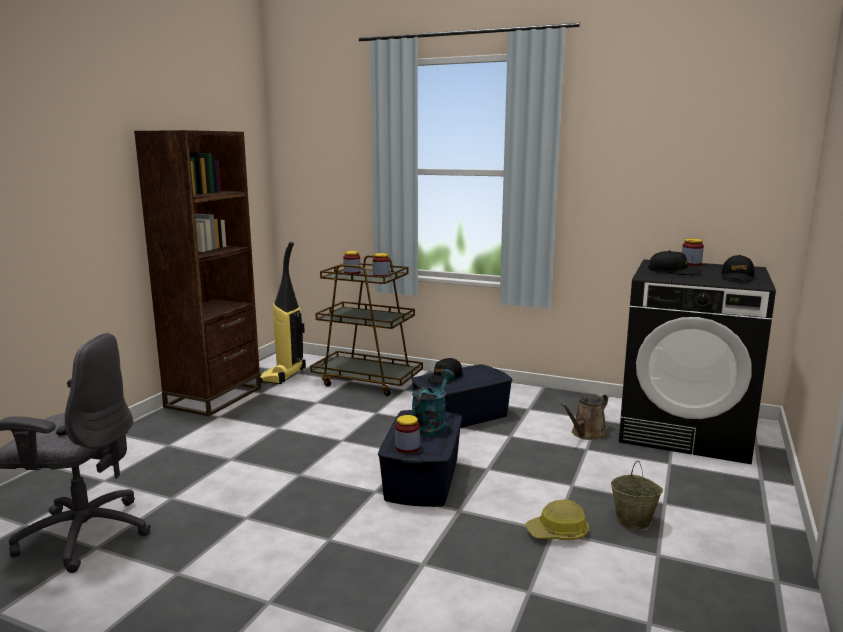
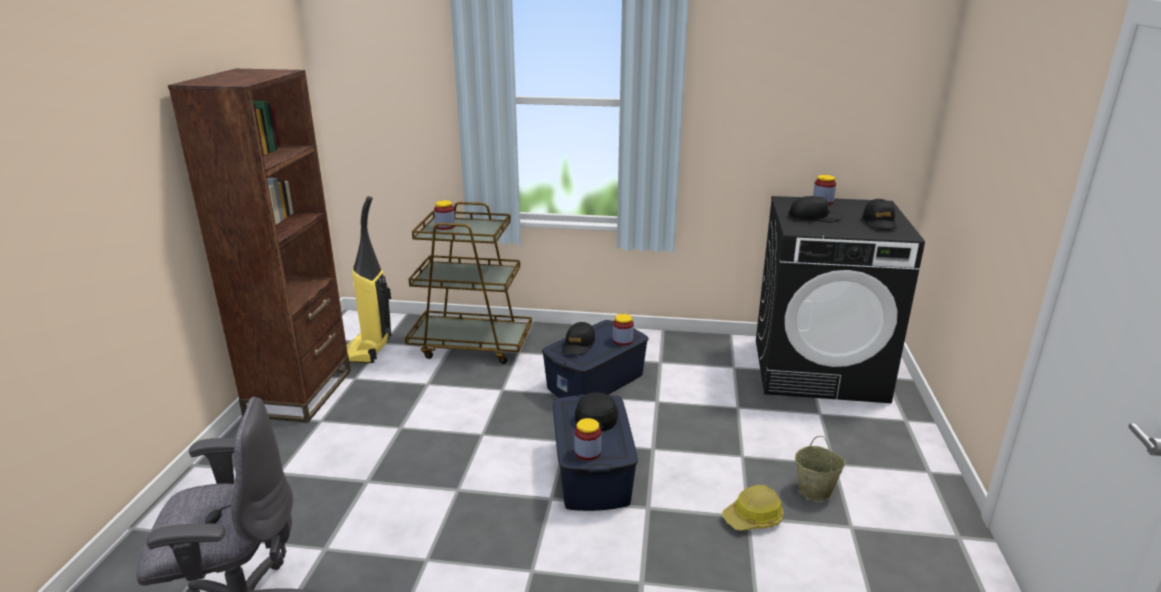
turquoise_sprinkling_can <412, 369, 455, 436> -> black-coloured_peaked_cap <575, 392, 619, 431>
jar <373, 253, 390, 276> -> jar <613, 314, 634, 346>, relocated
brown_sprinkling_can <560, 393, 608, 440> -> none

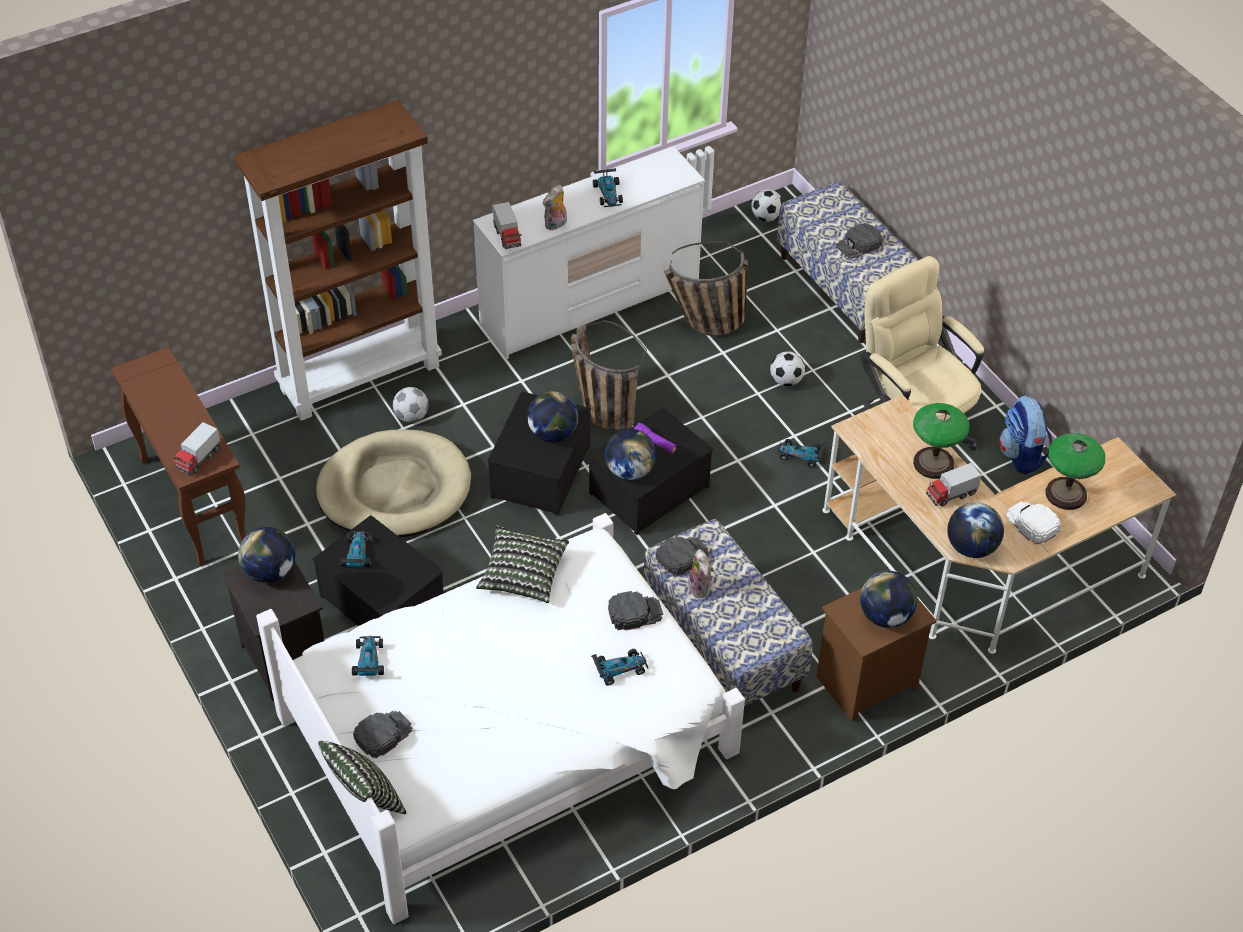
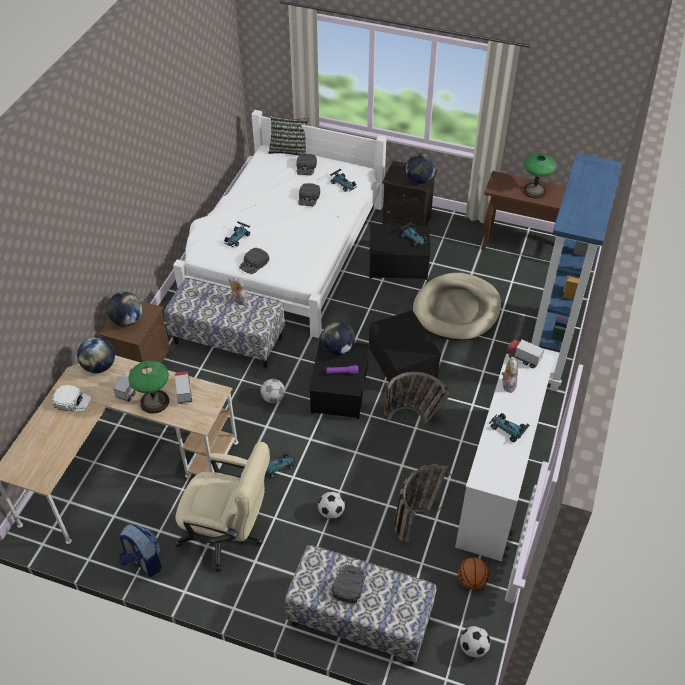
model_truck <174, 422, 220, 476> -> model_truck <174, 371, 192, 404>, relocated
football_ball <393, 387, 429, 423> -> football_ball <261, 379, 285, 403>, relocated
black-coloured_peaked_cap <656, 536, 709, 577> -> black-coloured_peaked_cap <298, 183, 320, 207>, relocated
none -> ball_for_basketball <458, 557, 489, 590>
table_lamp <1045, 433, 1105, 510> -> table_lamp <523, 154, 556, 199>, relocated
brown_bookshelf <234, 100, 442, 421> -> blue-coloured_bookshelf <531, 153, 622, 392>
throw_pillow <476, 525, 569, 603> -> none
desk_globe <527, 391, 578, 442> -> none

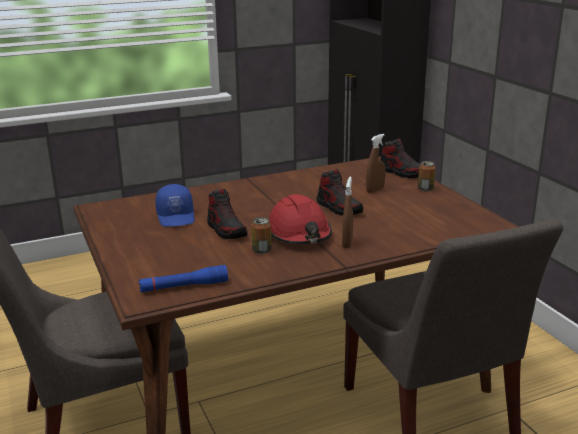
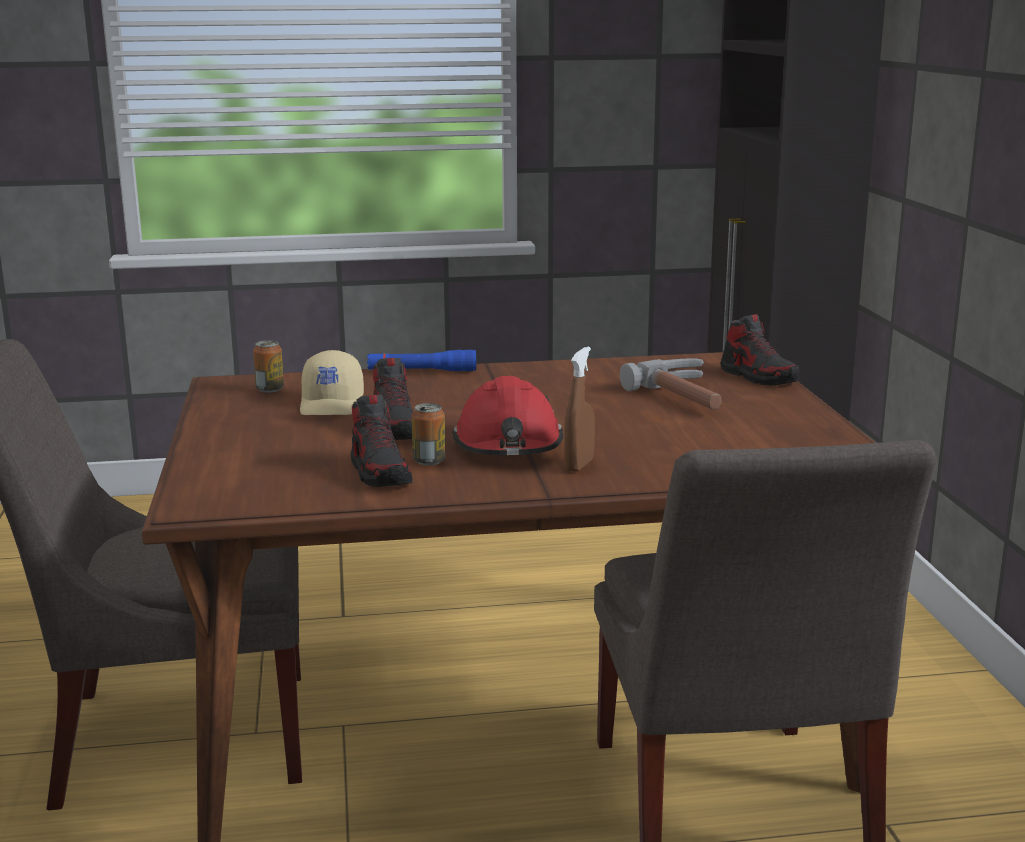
can <418, 161, 436, 191> -> can <253, 340, 284, 393>, relocated
blue-coloured_peaked_cap <155, 184, 195, 227> -> beige_peaked_cap <300, 350, 364, 415>
low_shoe <316, 169, 363, 216> -> low_shoe <351, 395, 412, 487>, relocated
blue-coloured_hand_torch <139, 265, 228, 292> -> blue-coloured_hand_torch <367, 350, 476, 371>, relocated
brown_sprayer <366, 134, 386, 193> -> hammer <620, 358, 722, 410>

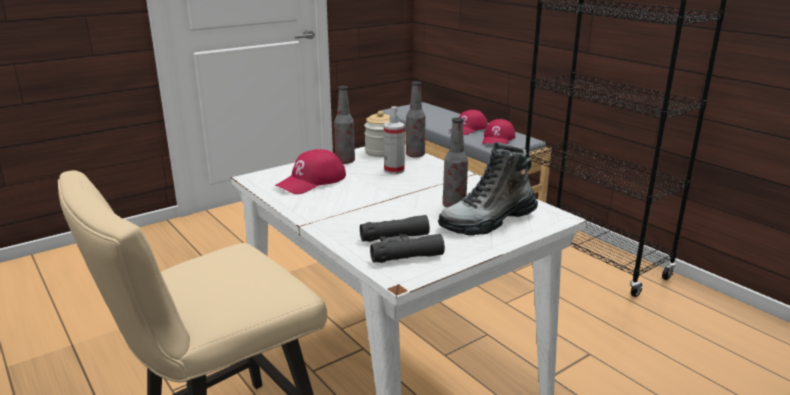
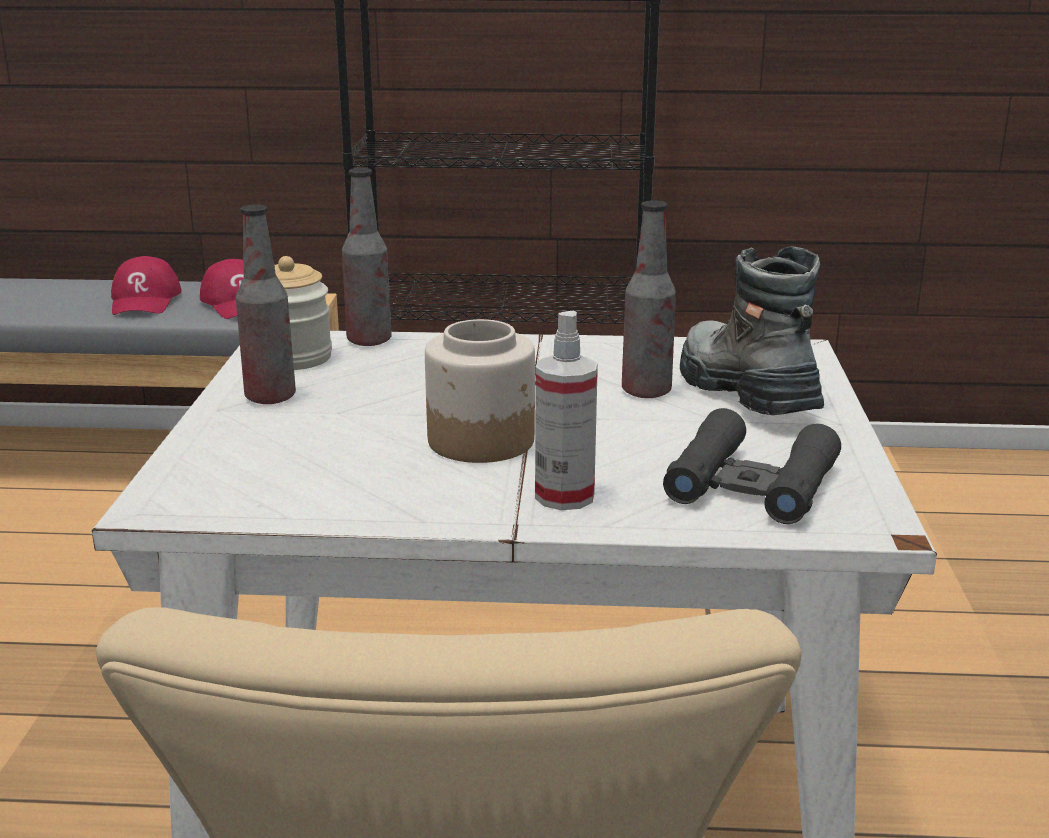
none -> jar <425, 319, 535, 463>
sprayer <384, 106, 405, 174> -> sprayer <535, 311, 598, 510>, relocated
tall_boot <438, 142, 538, 236> -> tall_boot <680, 246, 824, 415>, 150 degrees clockwise
red_peaked_cap <275, 149, 346, 194> -> none

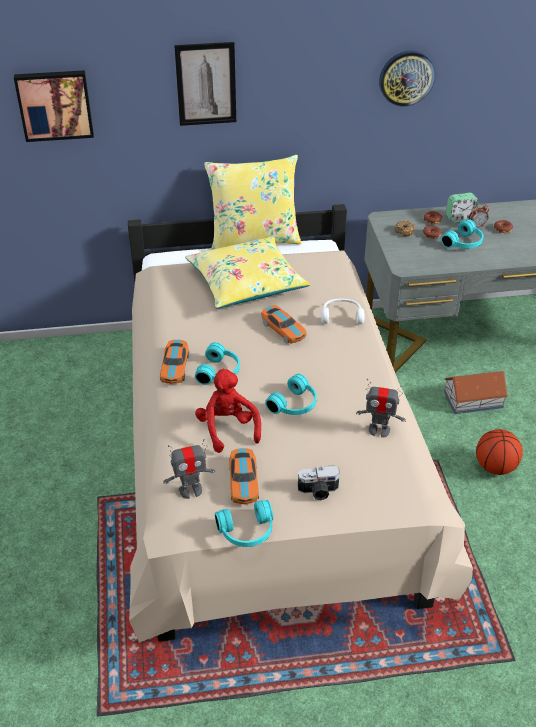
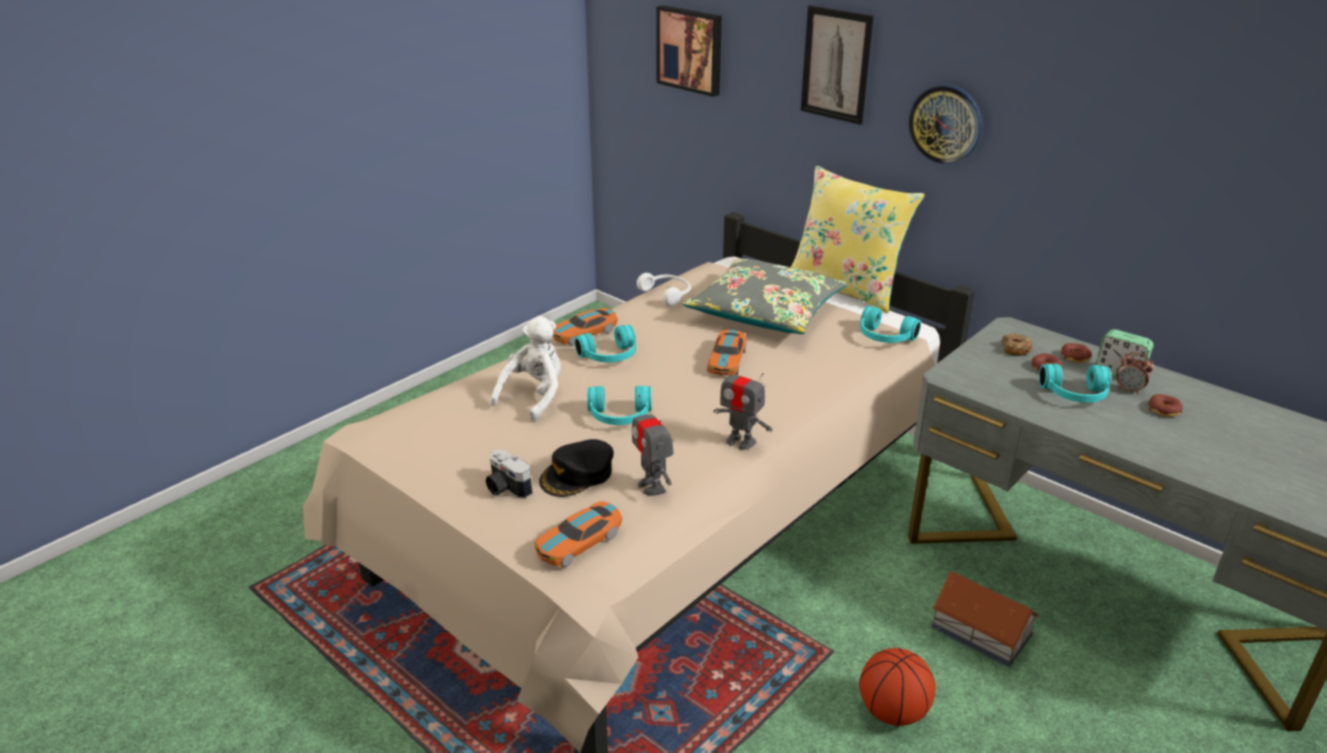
red_soft_toy <195, 369, 261, 453> -> white_soft_toy <490, 316, 561, 422>
miniature_car <229, 448, 259, 505> -> miniature_car <534, 501, 623, 567>, relocated
none -> black-coloured_peaked_cap <539, 439, 613, 497>
white_pair_of_headphones <321, 298, 365, 324> -> white_pair_of_headphones <637, 273, 691, 306>, relocated
yellow_throw_pillow <185, 236, 310, 309> -> greyish_throw_pillow <682, 259, 848, 334>
robot_figure <163, 439, 215, 499> -> robot_figure <713, 359, 773, 450>, relocated
turquoise_pair_of_headphones <215, 500, 273, 547> -> turquoise_pair_of_headphones <860, 306, 921, 343>, relocated
hanging_clock <379, 51, 435, 107> -> hanging_clock <909, 85, 982, 164>, relocated

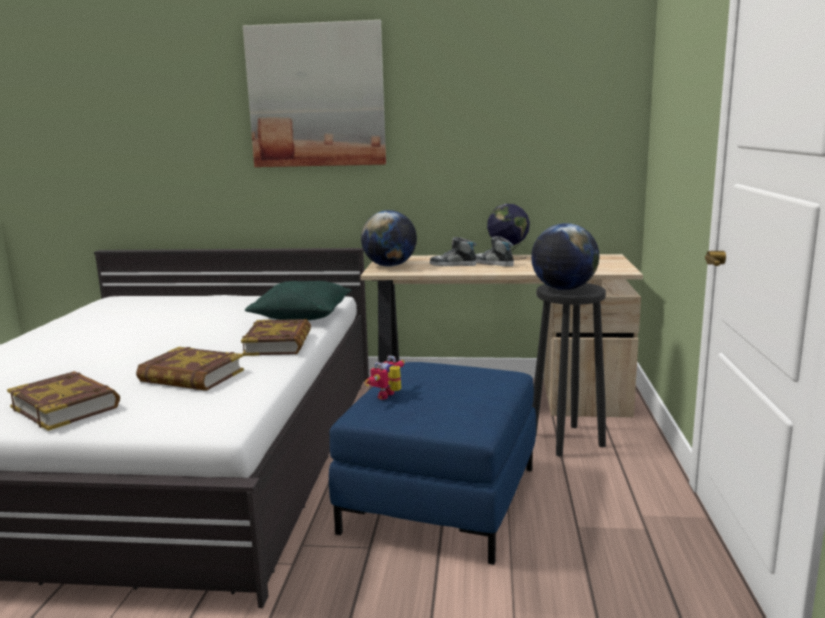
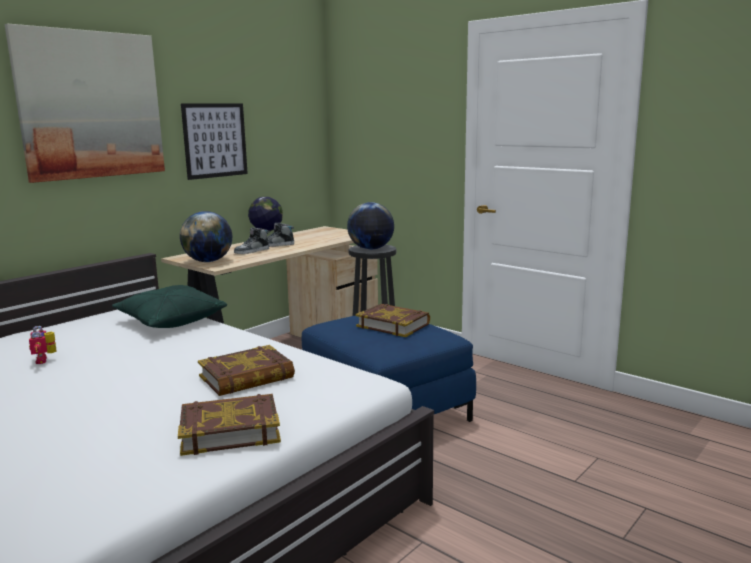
robot_figure <365, 355, 404, 400> -> robot_figure <29, 326, 56, 364>, relocated
none -> wall_art <181, 103, 248, 180>
volume <241, 319, 311, 356> -> volume <355, 304, 430, 337>, relocated

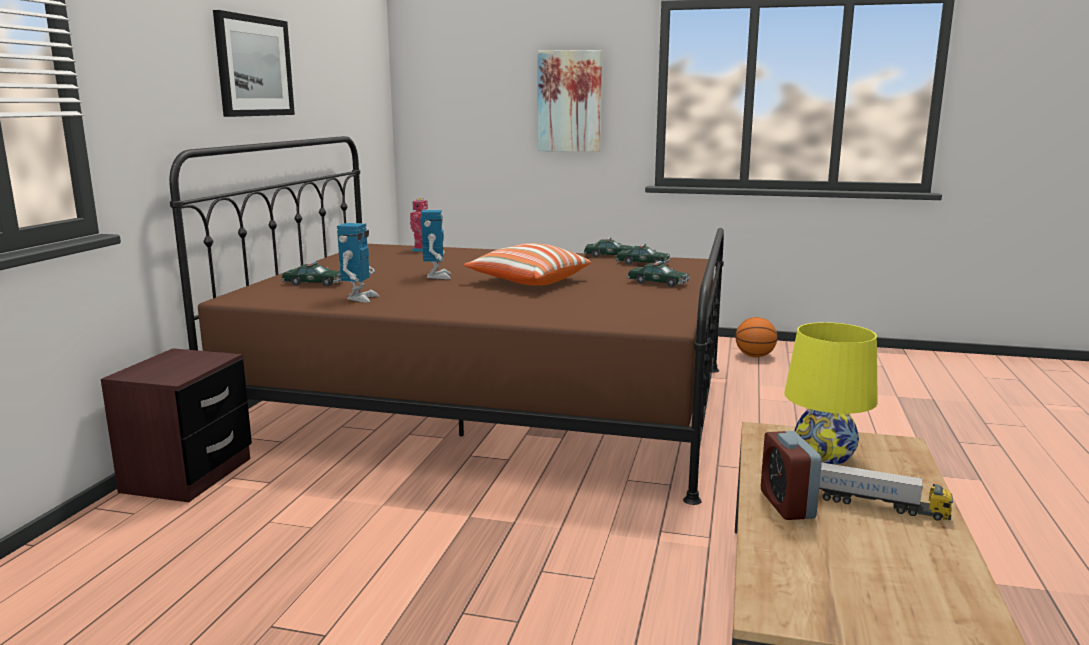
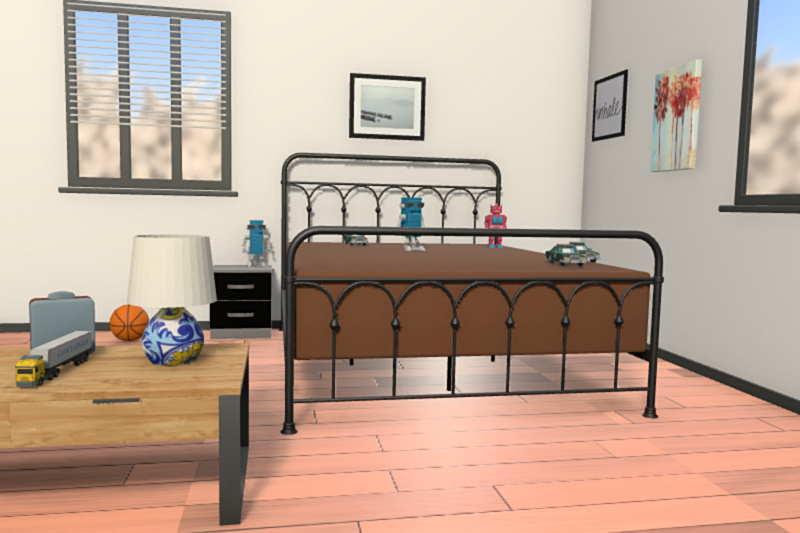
ball_for_basketball <736, 317, 777, 357> -> ball_for_basketball <109, 304, 149, 341>, relocated
yellow_table_lamp <784, 322, 878, 465> -> white_table_lamp <127, 234, 217, 365>
brown_bedside_table <101, 348, 252, 502> -> greyish_bedside_table <210, 265, 272, 339>
robot_figure <337, 223, 379, 302> -> robot_figure <242, 220, 271, 267>, relocated
none -> wall_art <592, 70, 628, 142>
throw_pillow <464, 243, 591, 286> -> none
miniature_car <627, 261, 689, 287> -> none

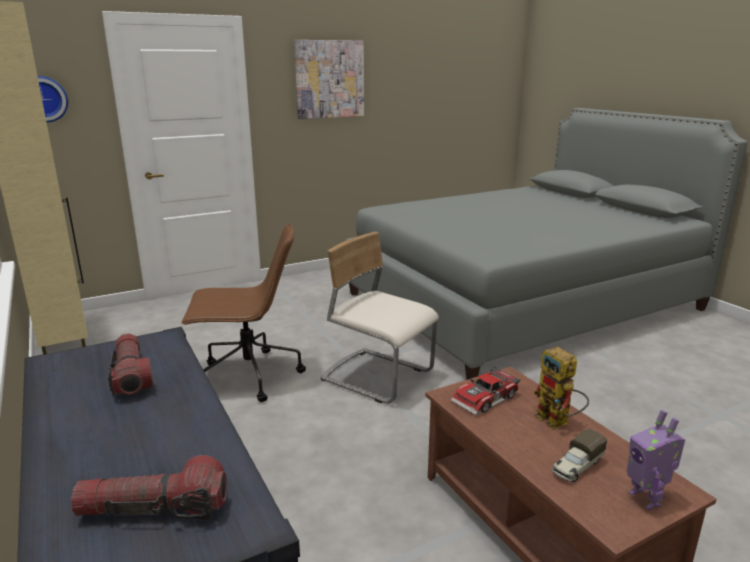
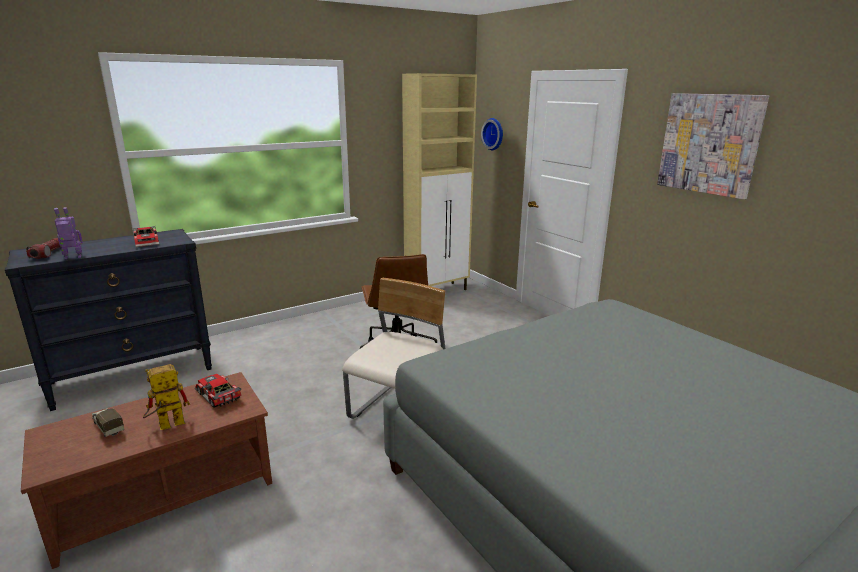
robot_figure <627, 410, 685, 510> -> robot_figure <54, 207, 83, 259>, relocated
hand_torch <107, 333, 153, 396> -> miniature_car <133, 226, 159, 247>

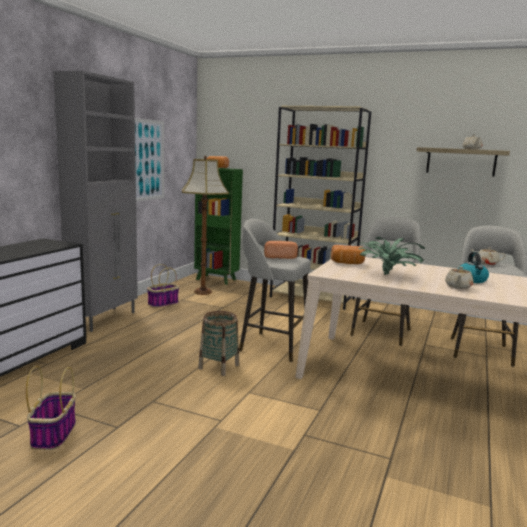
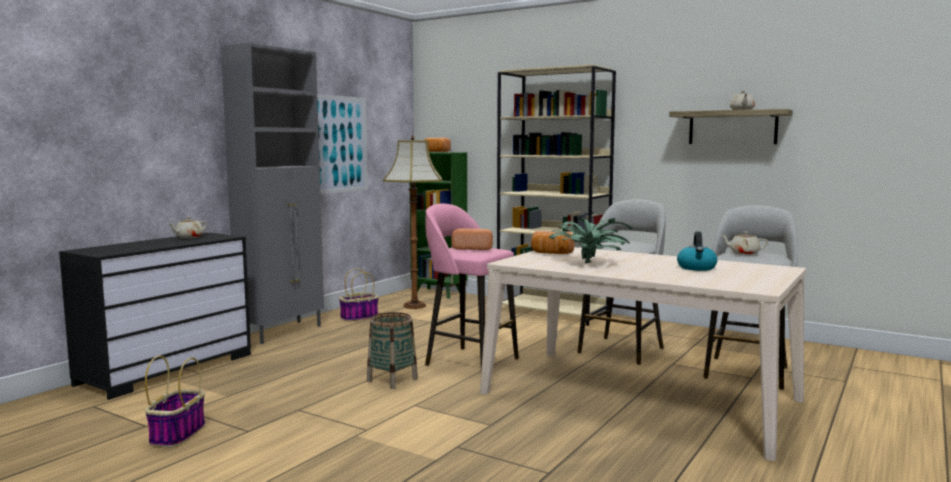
beige_teapot <445, 266, 474, 289> -> beige_teapot <168, 217, 207, 238>, relocated
greyish_stool_seat <239, 219, 311, 362> -> pinkish_stool_seat <425, 204, 519, 369>

